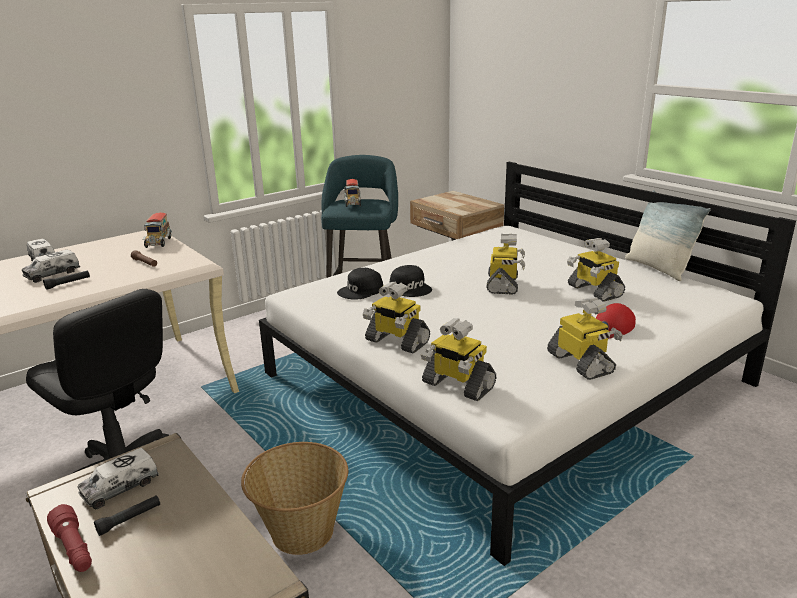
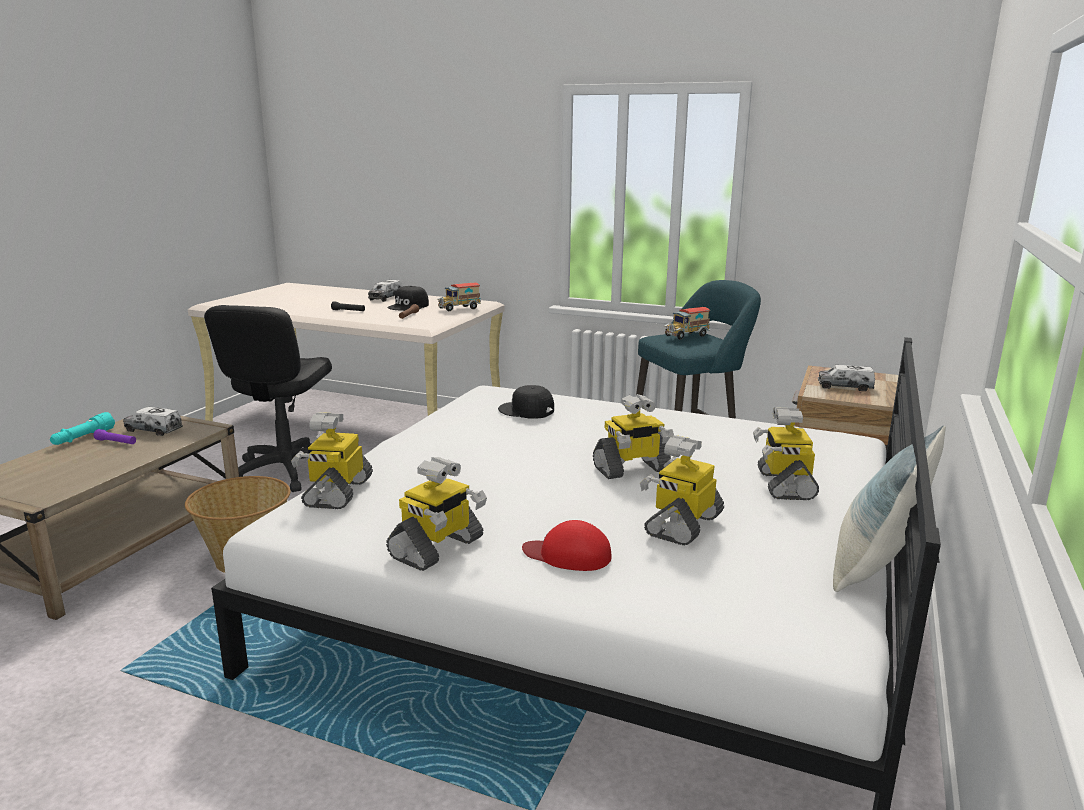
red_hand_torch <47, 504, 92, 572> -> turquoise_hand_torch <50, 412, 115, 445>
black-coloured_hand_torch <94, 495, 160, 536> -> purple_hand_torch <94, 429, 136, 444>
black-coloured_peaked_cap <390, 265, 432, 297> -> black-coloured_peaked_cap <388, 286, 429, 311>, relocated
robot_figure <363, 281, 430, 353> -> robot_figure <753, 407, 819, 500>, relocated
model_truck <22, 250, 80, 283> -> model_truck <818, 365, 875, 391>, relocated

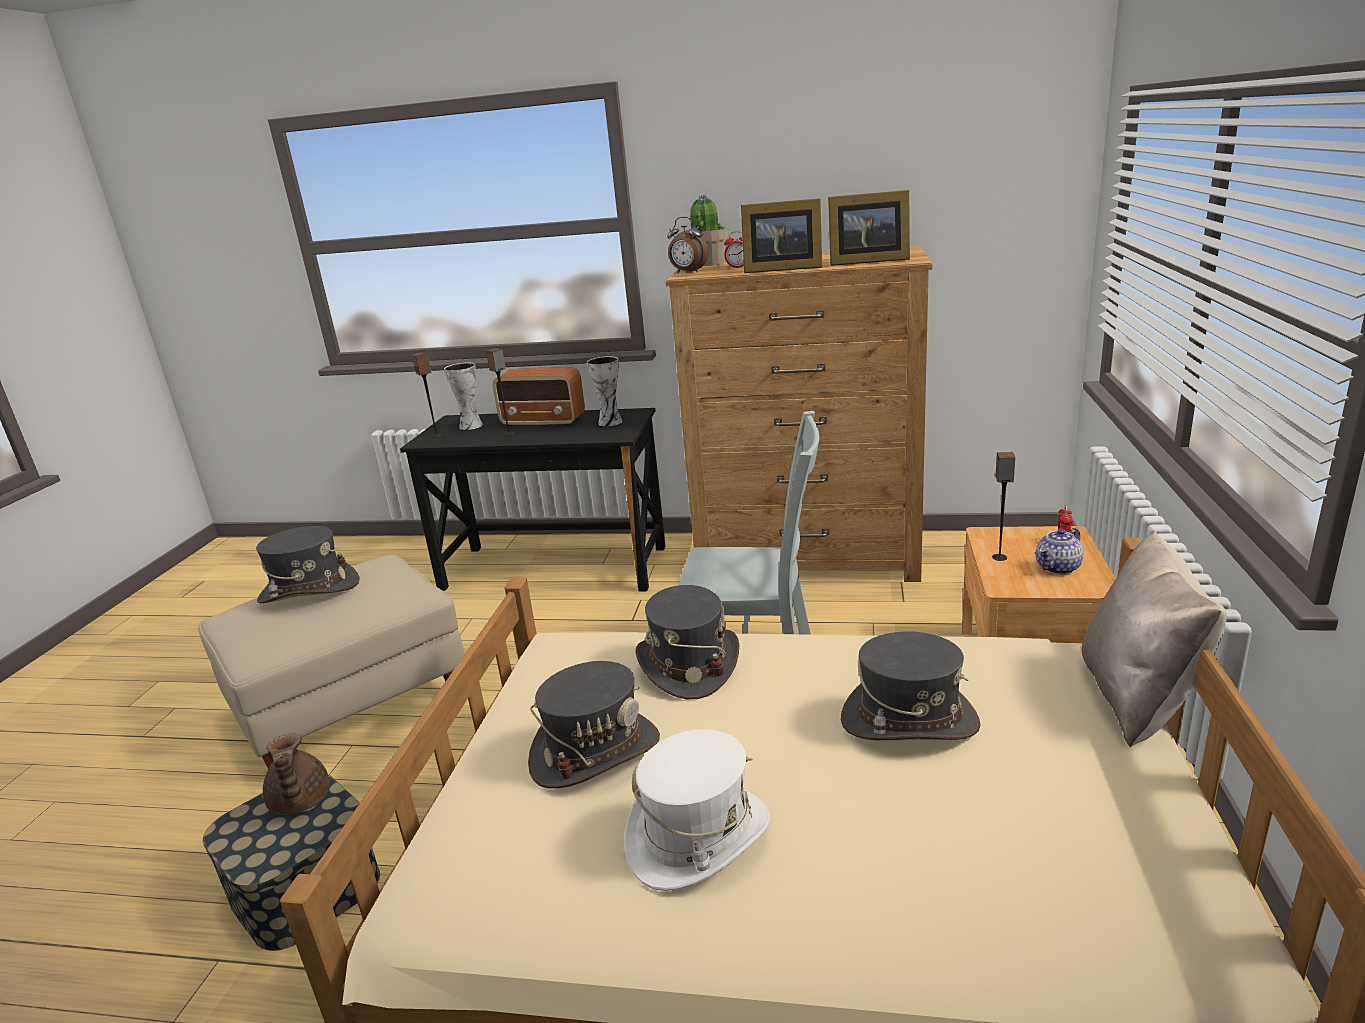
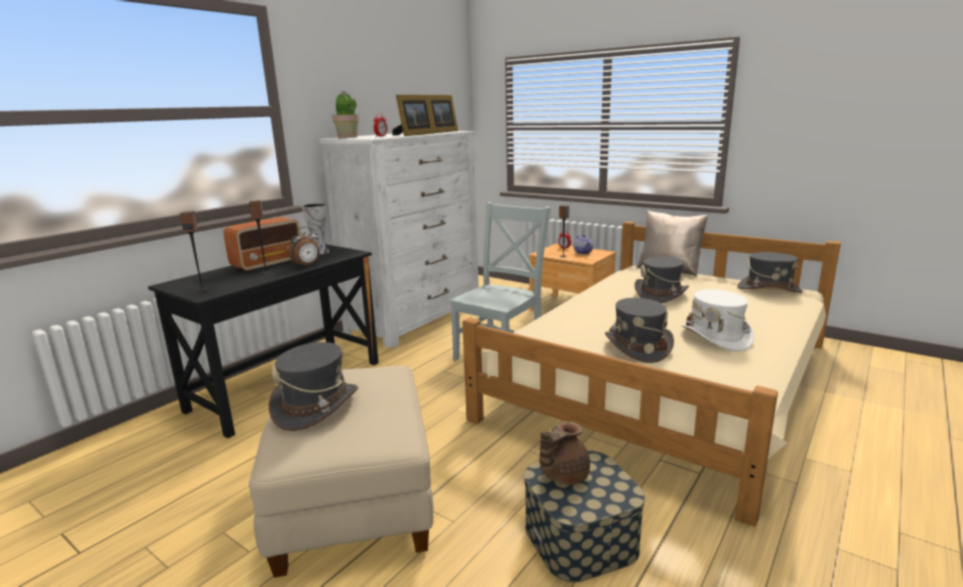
alarm_clock <667, 217, 709, 273> -> alarm_clock <288, 227, 320, 268>, relocated
brown_chest_of_drawers <666, 246, 933, 582> -> white_chest_of_drawers <319, 131, 479, 348>
brown_teapot <263, 734, 330, 815> -> brown_teapot <539, 421, 590, 485>, 135 degrees clockwise
greyish_hat <635, 585, 739, 699> -> greyish_hat <737, 252, 802, 293>, relocated
vase <444, 362, 483, 430> -> none

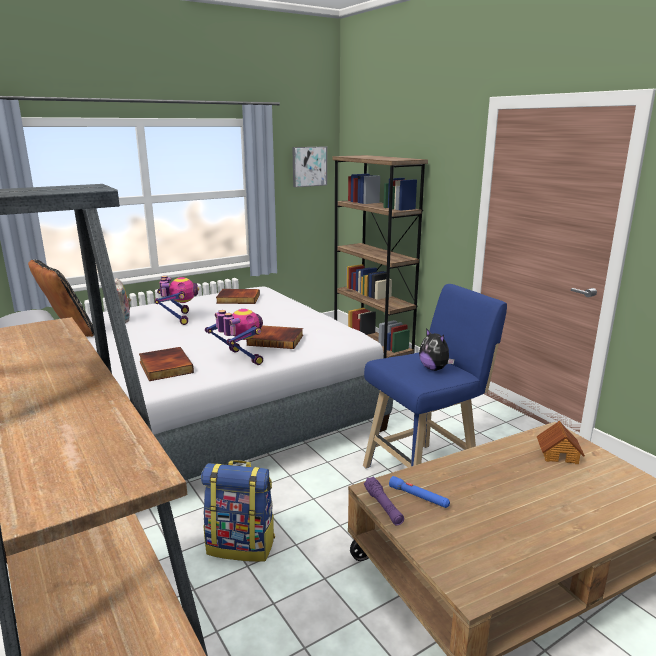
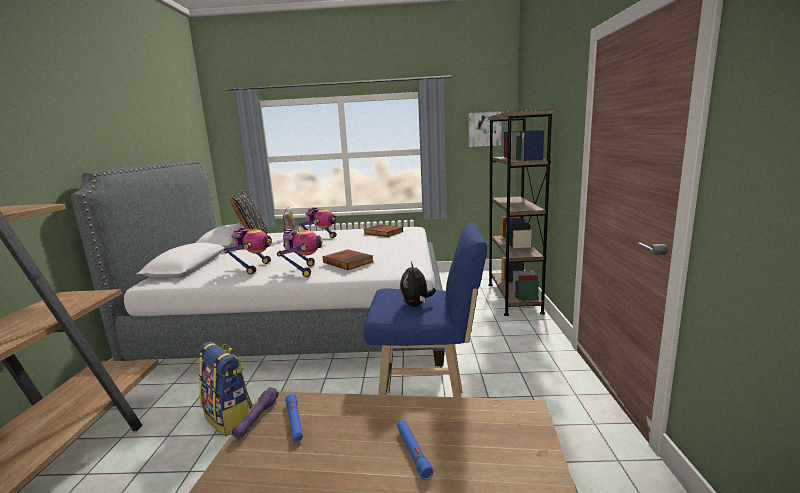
volume <139, 347, 194, 381> -> robot_figure <224, 227, 272, 275>
none -> blue-coloured_hand_torch <397, 420, 434, 479>
miniature_house <537, 421, 585, 464> -> none

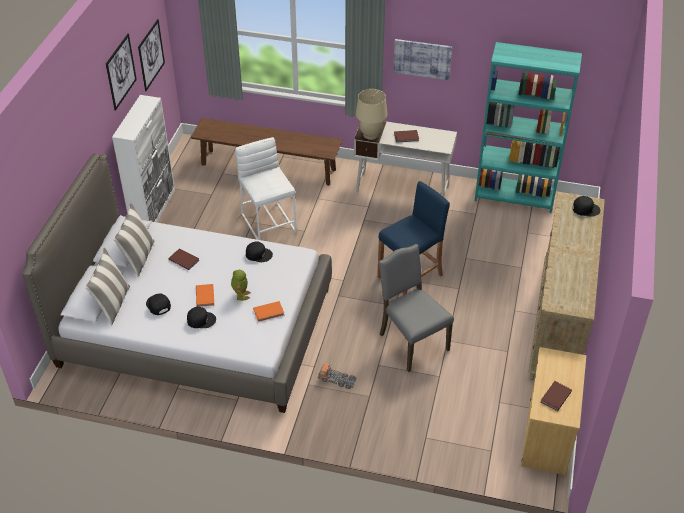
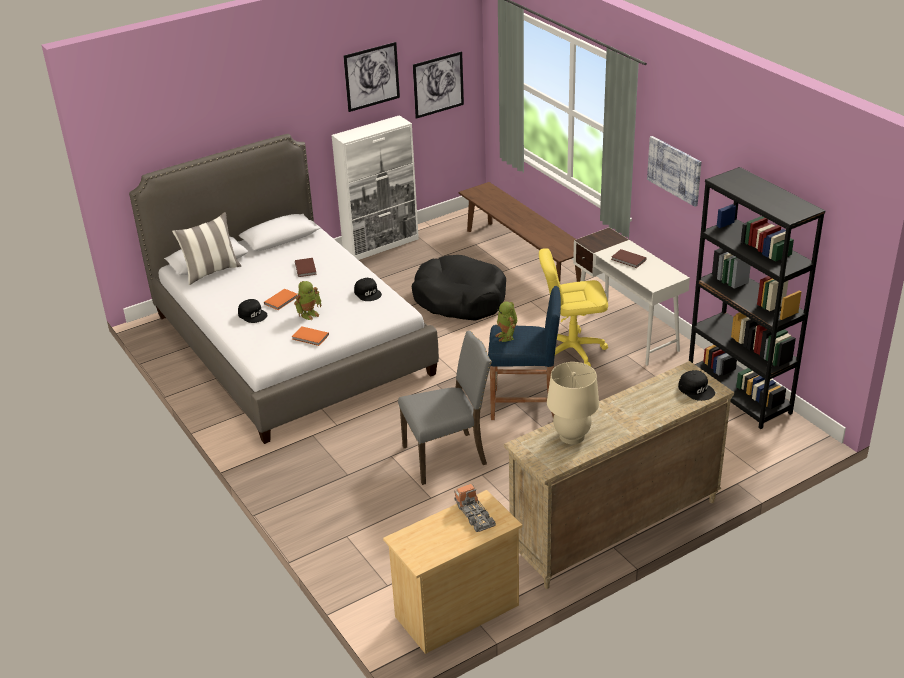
greyish_chair <378, 244, 454, 372> -> greyish_chair <398, 331, 492, 485>, 60 degrees clockwise
white_stool_seat <235, 137, 296, 240> -> black-coloured_pet_bed <412, 255, 506, 321>
model_truck <318, 363, 357, 389> -> model_truck <454, 484, 496, 532>, relocated
none -> robot_figure <495, 302, 517, 342>
none -> yellow_office_chair <539, 249, 608, 366>
beige_table_lamp <356, 89, 387, 140> -> beige_table_lamp <547, 362, 599, 444>, relocated
turquoise_bookshelf <475, 42, 582, 213> -> black-coloured_bookshelf <689, 167, 825, 429>
throw_pillow <113, 203, 155, 277> -> none
black-coloured_peaked_cap <146, 294, 171, 315> -> none
brown_volume <541, 381, 572, 411> -> none

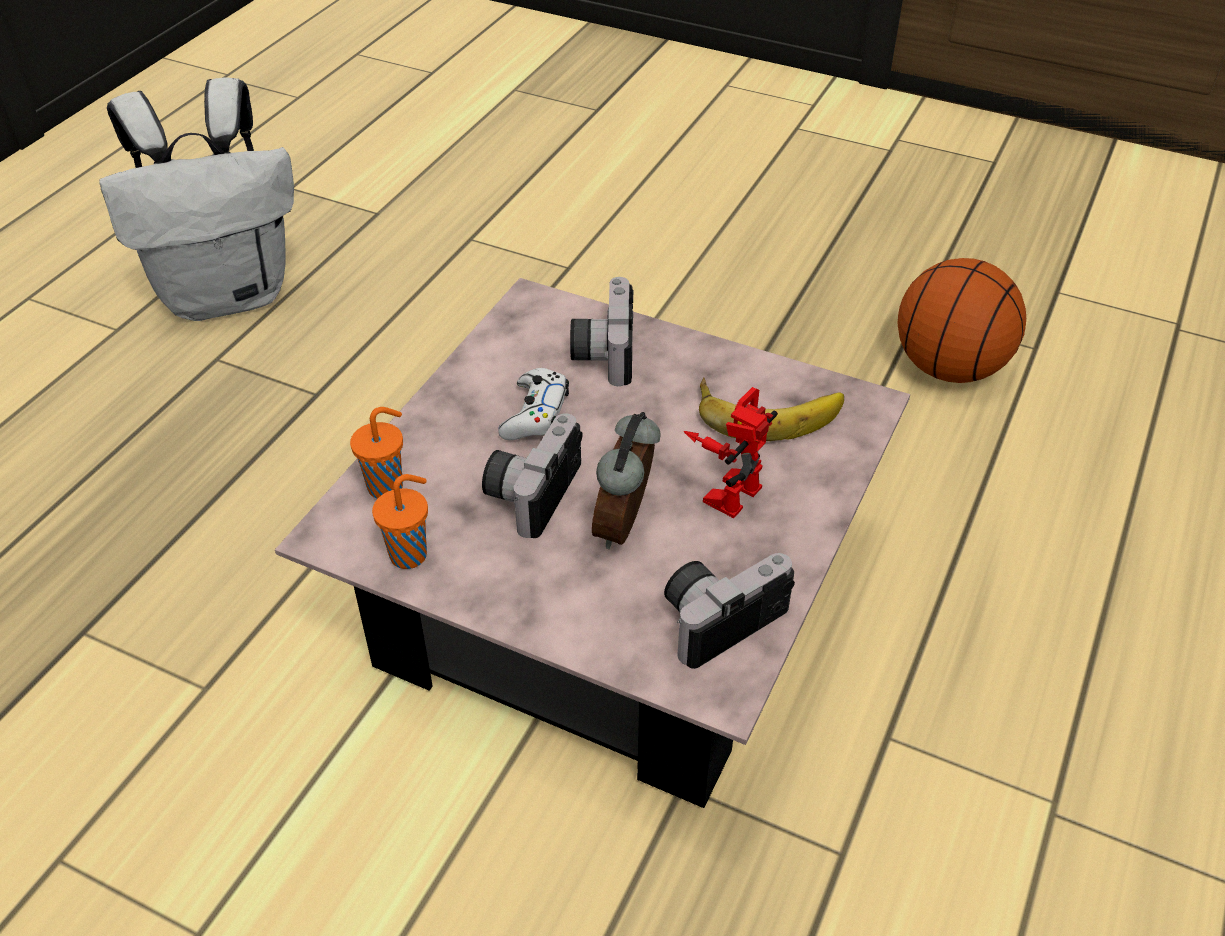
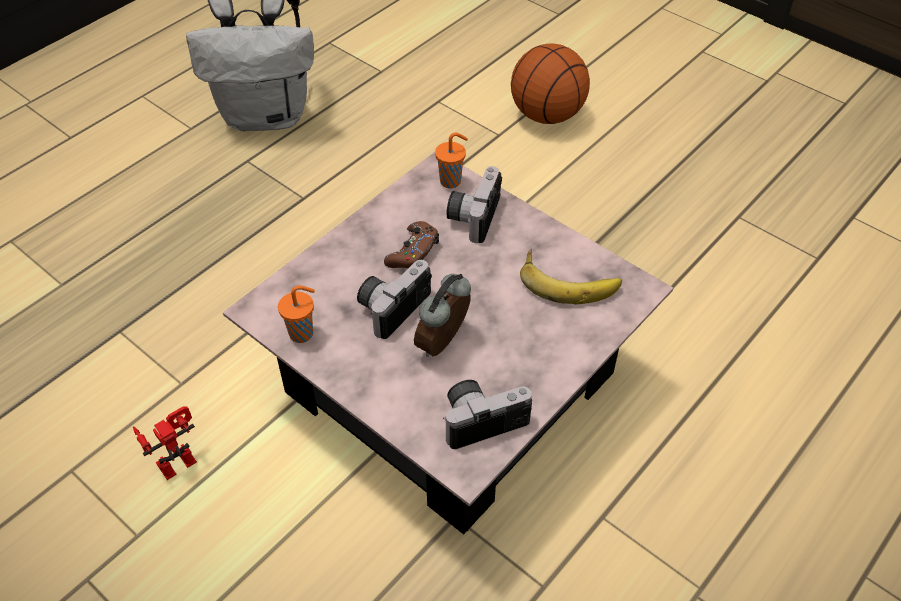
robot_figure <684, 387, 778, 518> -> robot_figure <133, 406, 197, 480>, relocated
white_joypad <498, 368, 569, 440> -> brown_joypad <384, 221, 439, 268>
orange-coloured_cup <350, 407, 403, 499> -> orange-coloured_cup <435, 132, 468, 188>, relocated
ball_for_basketball <897, 258, 1026, 383> -> ball_for_basketball <511, 43, 590, 124>, relocated

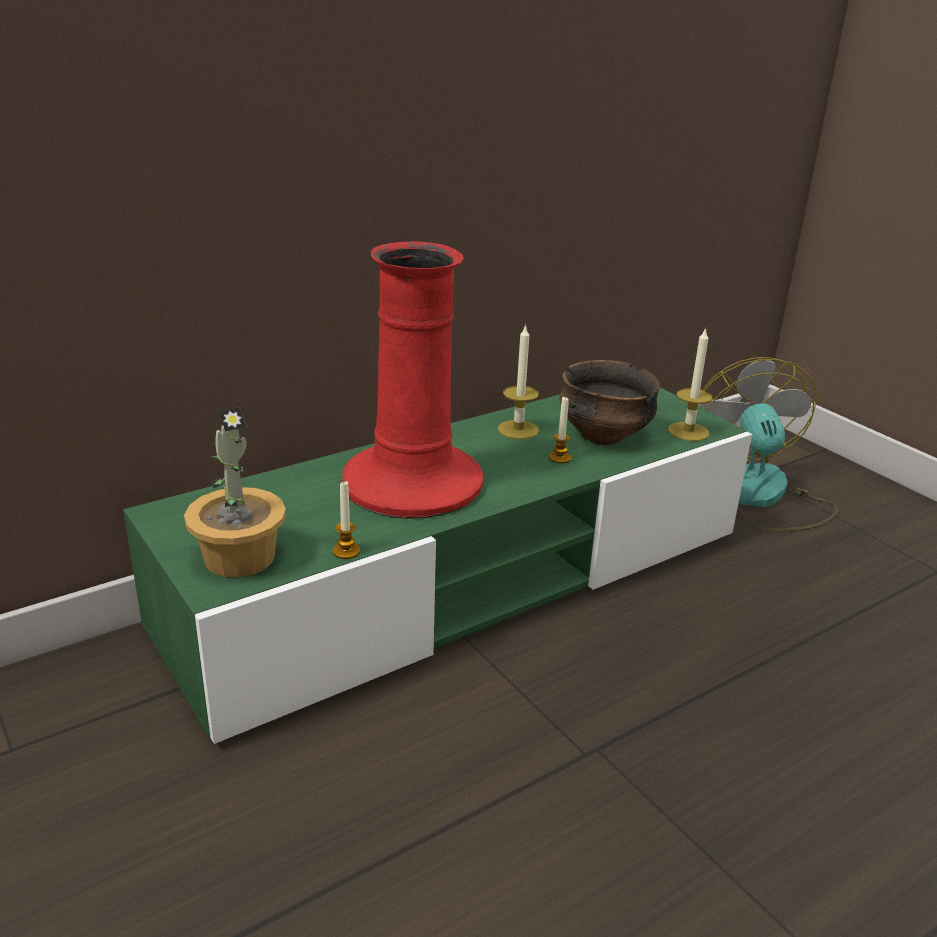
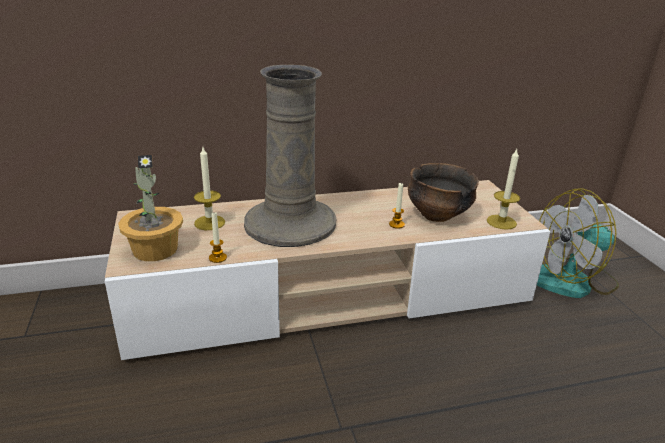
green-coloured_tv_stand <123, 388, 752, 744> -> beige_tv_stand <105, 180, 550, 360>
candle <498, 324, 539, 439> -> candle <194, 147, 225, 230>, relocated
red_vase <342, 241, 483, 518> -> beige_vase <244, 65, 336, 247>
fan <698, 357, 839, 531> -> fan <537, 188, 619, 298>, 120 degrees counterclockwise

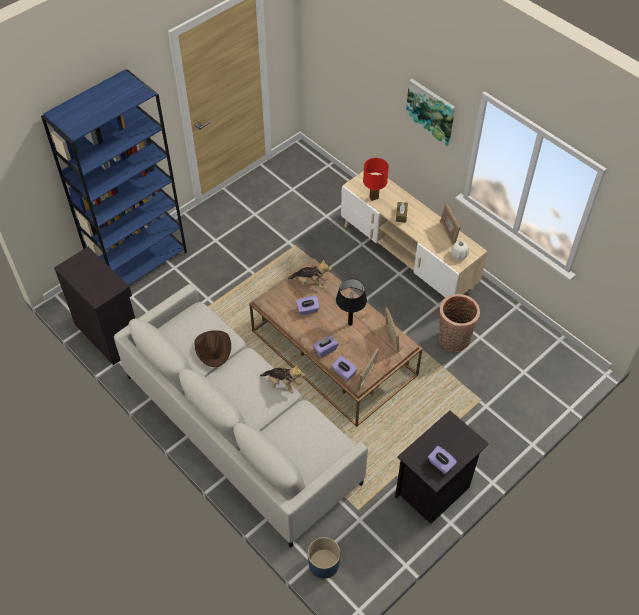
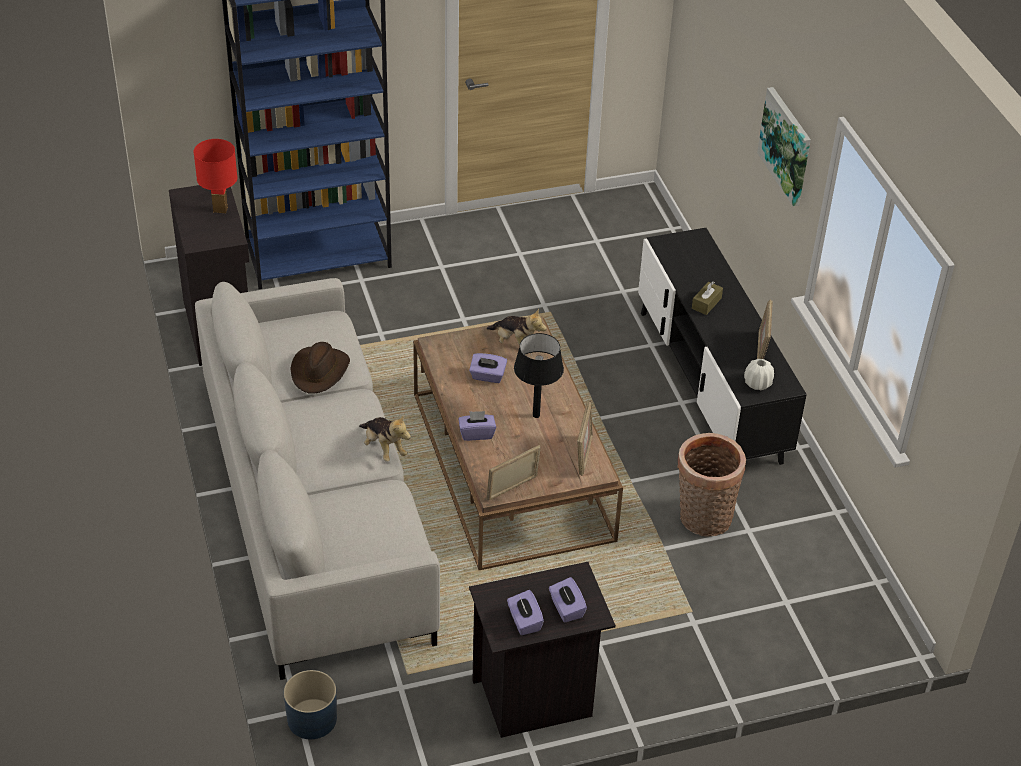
red_table_lamp <363, 158, 389, 201> -> red_table_lamp <193, 139, 238, 213>, relocated
purple_tissue_box <332, 356, 357, 381> -> purple_tissue_box <549, 577, 587, 622>, relocated
beige_tv_stand <341, 171, 487, 298> -> black-coloured_tv_stand <638, 228, 807, 465>

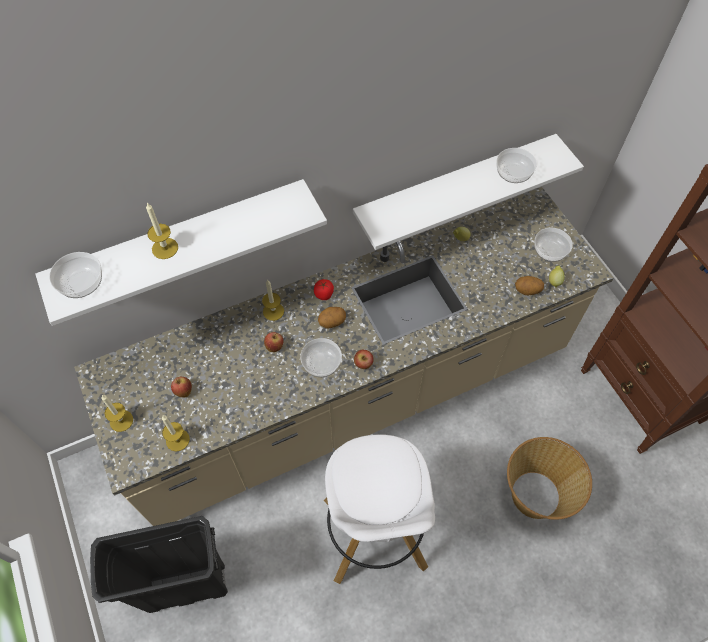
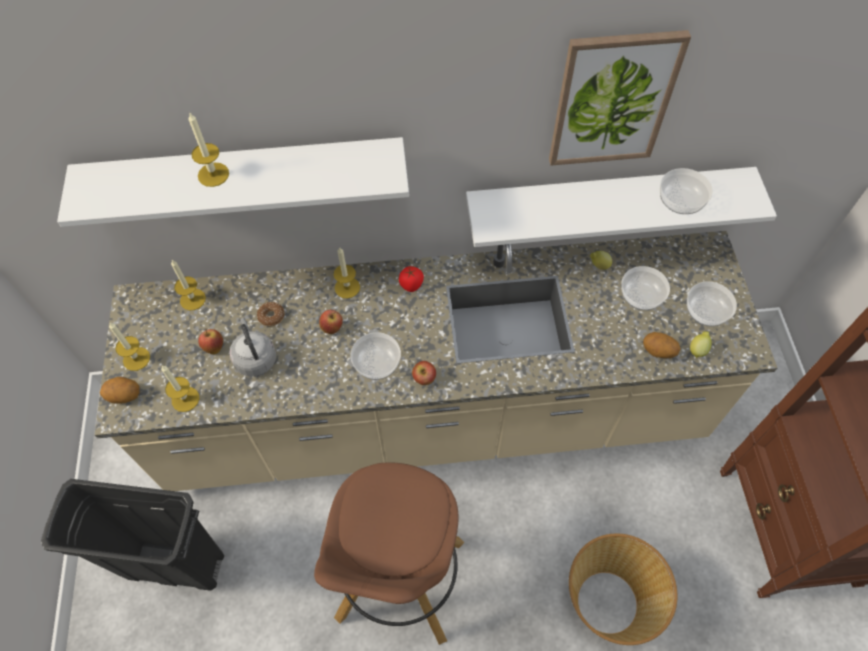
potato <318, 307, 346, 328> -> potato <100, 377, 140, 403>, relocated
none -> candle <171, 260, 206, 311>
none -> greyish_kettle <229, 318, 276, 377>
none -> ring_doughnut <257, 302, 285, 326>
white_stool_seat <324, 434, 435, 584> -> brown_stool_seat <314, 462, 464, 645>
none -> wall_art <549, 30, 691, 166>
serving_bowl <49, 252, 102, 298> -> serving_bowl <621, 266, 670, 310>, relocated

